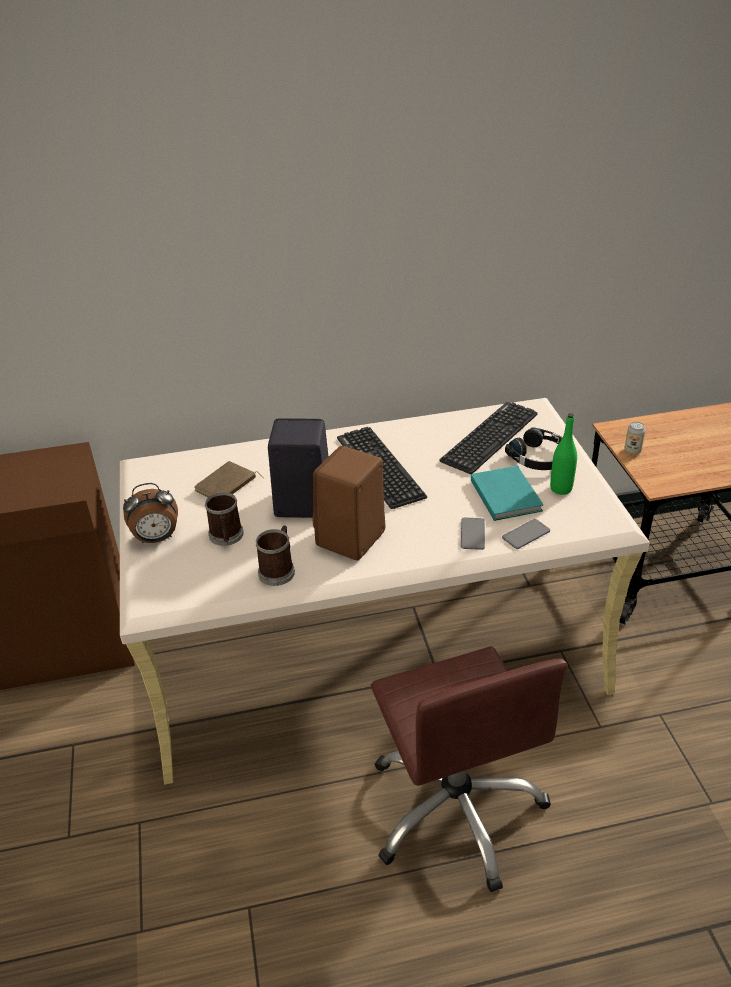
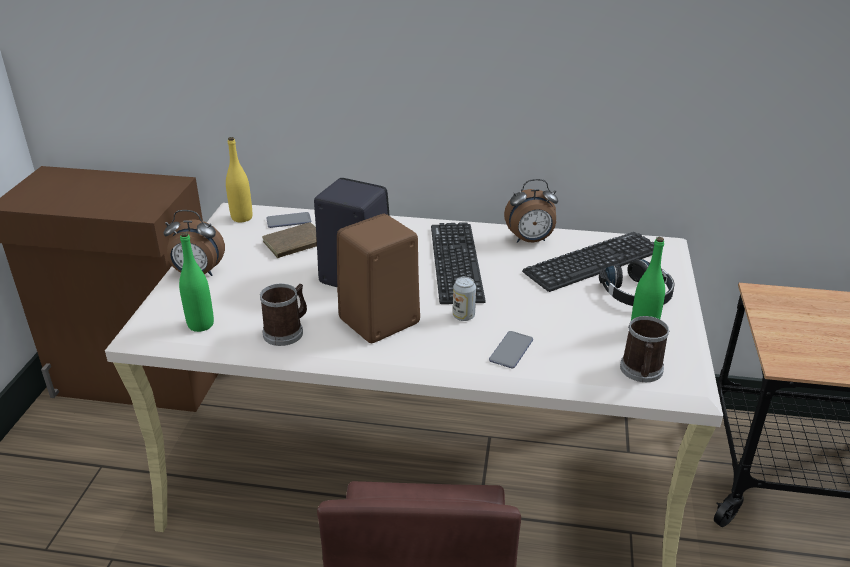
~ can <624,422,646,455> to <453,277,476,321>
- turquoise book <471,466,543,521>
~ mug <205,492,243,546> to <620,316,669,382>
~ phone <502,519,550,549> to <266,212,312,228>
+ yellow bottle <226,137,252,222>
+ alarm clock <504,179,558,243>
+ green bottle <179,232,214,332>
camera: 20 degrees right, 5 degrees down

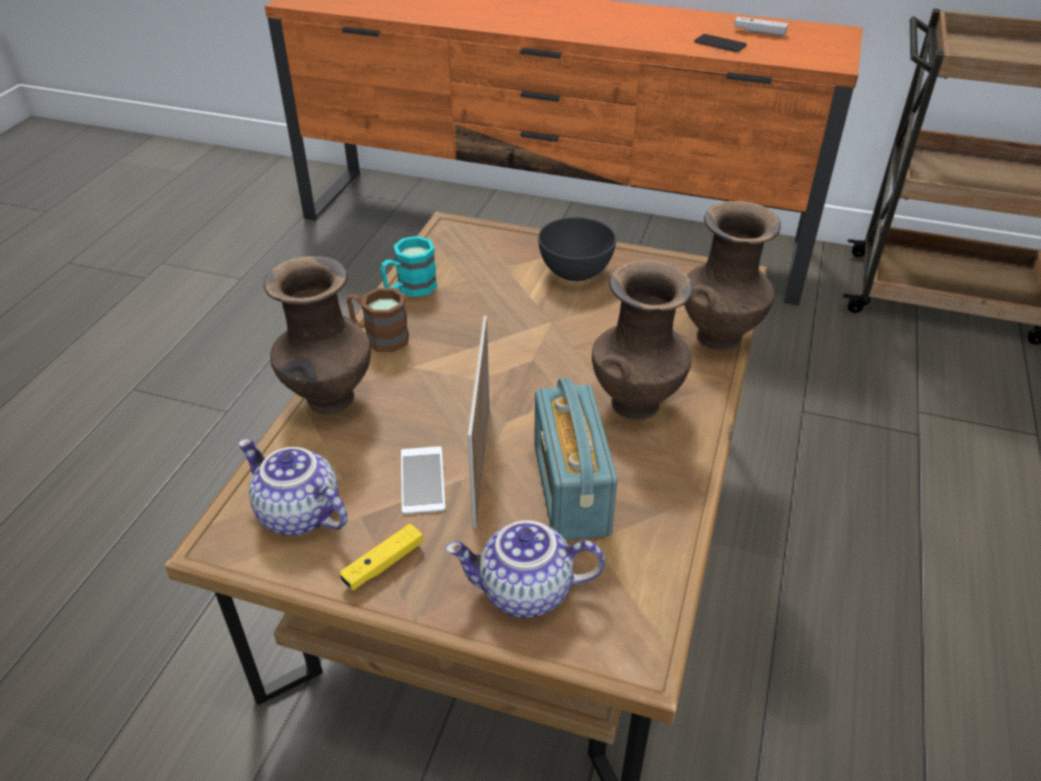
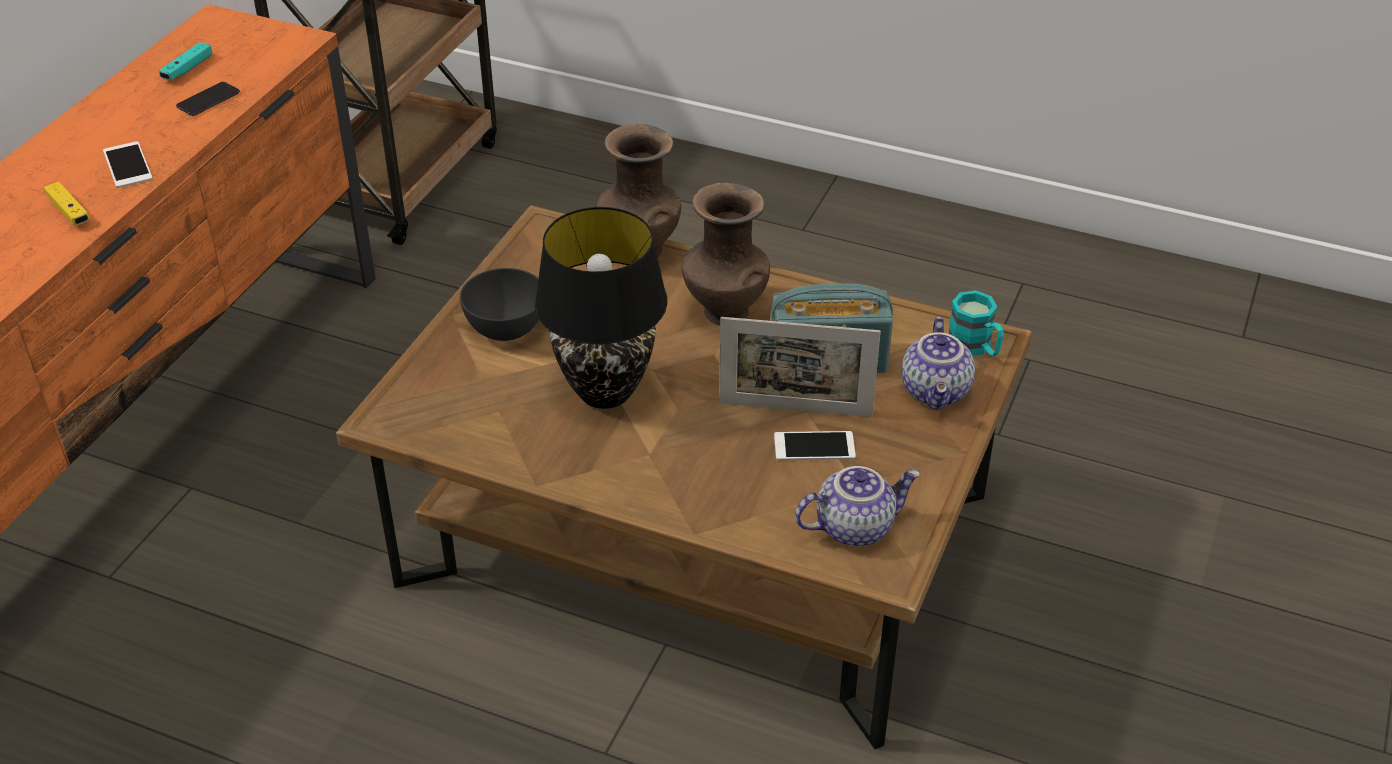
~ white game controller <734,17,788,37> to turquoise game controller <159,42,212,81>
~ turquoise mug <381,236,437,297> to <949,290,1004,356>
- brown vase <264,256,371,415>
- brown mug <347,288,409,352>
~ teapot <238,439,348,536> = <795,466,921,547> 150 degrees counterclockwise
~ yellow game controller <340,524,423,591> to <44,182,90,225>
+ phone <103,141,153,188>
+ black table lamp <535,207,667,409>
camera: 85 degrees left, 0 degrees up

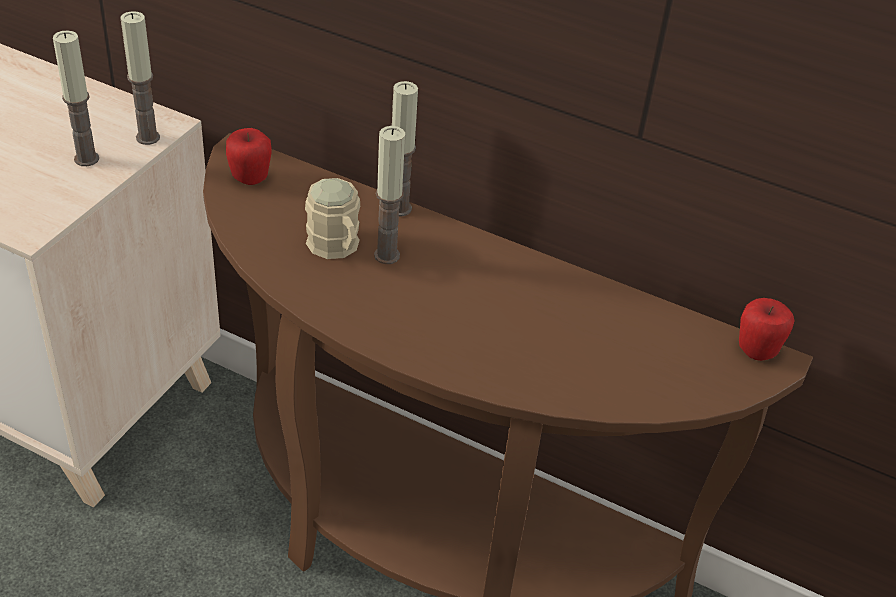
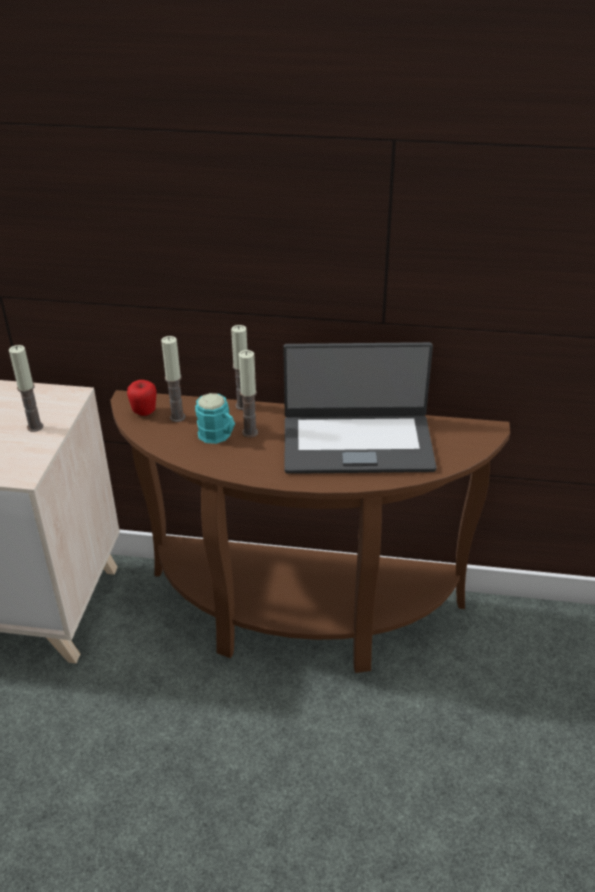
~ candle <120,11,160,145> to <161,336,186,422>
~ beige mug <305,178,360,259> to turquoise mug <195,393,235,444>
- apple <739,298,795,361>
+ laptop <283,342,437,474>
camera: 15 degrees left, 5 degrees down

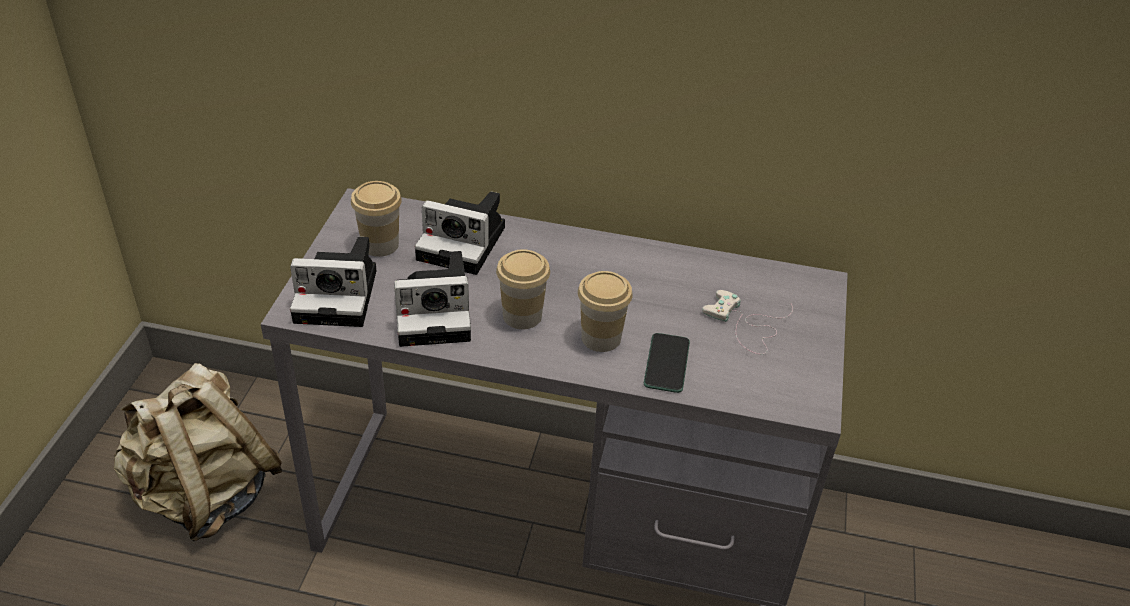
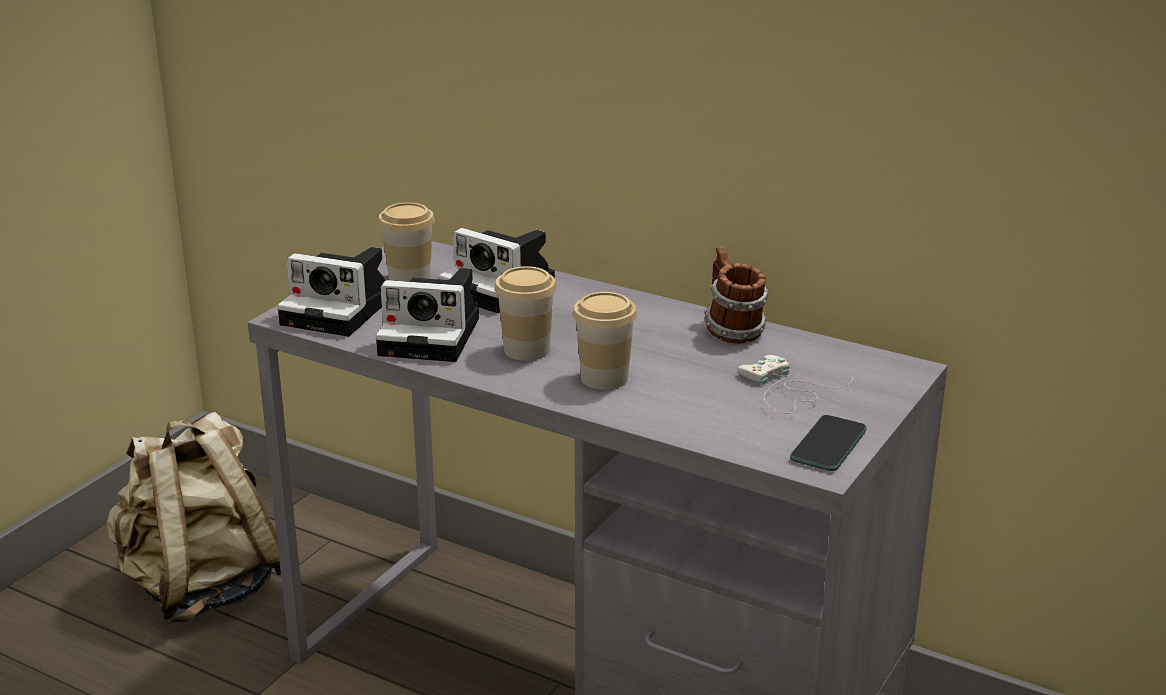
~ phone <644,333,690,393> to <790,415,867,471>
+ mug <704,247,768,344>
camera: 20 degrees right, 15 degrees down

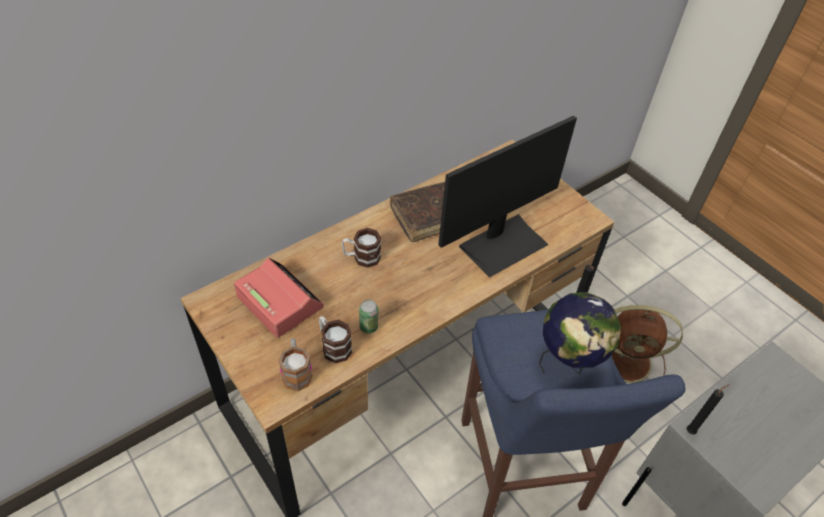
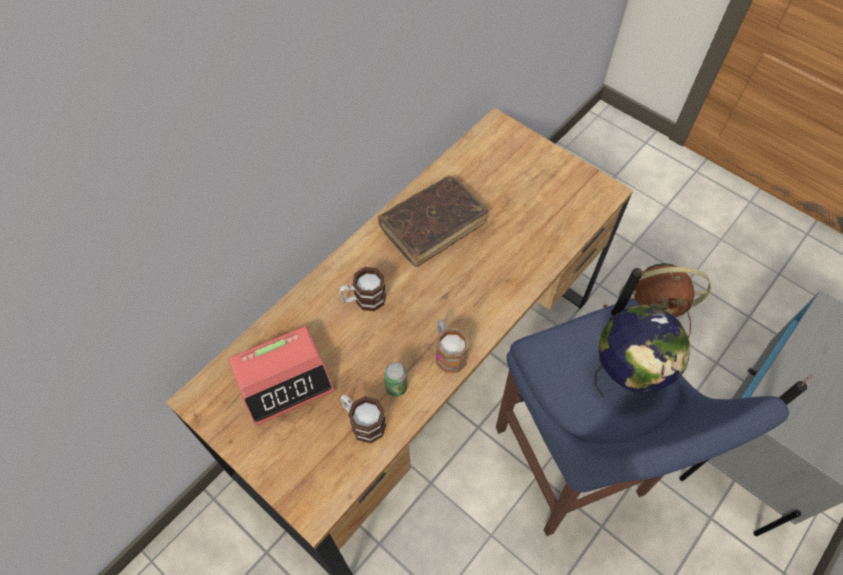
- monitor <438,115,577,278>
~ alarm clock <234,257,324,338> = <229,326,334,426> 120 degrees clockwise
~ mug <278,338,313,391> to <436,319,469,373>
camera: 10 degrees left, 10 degrees up

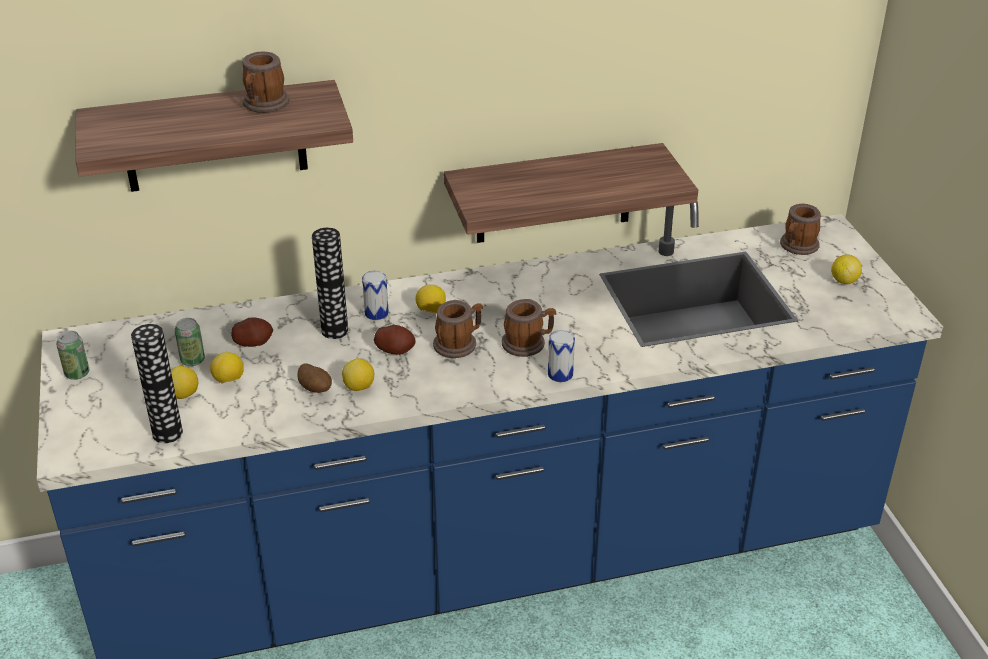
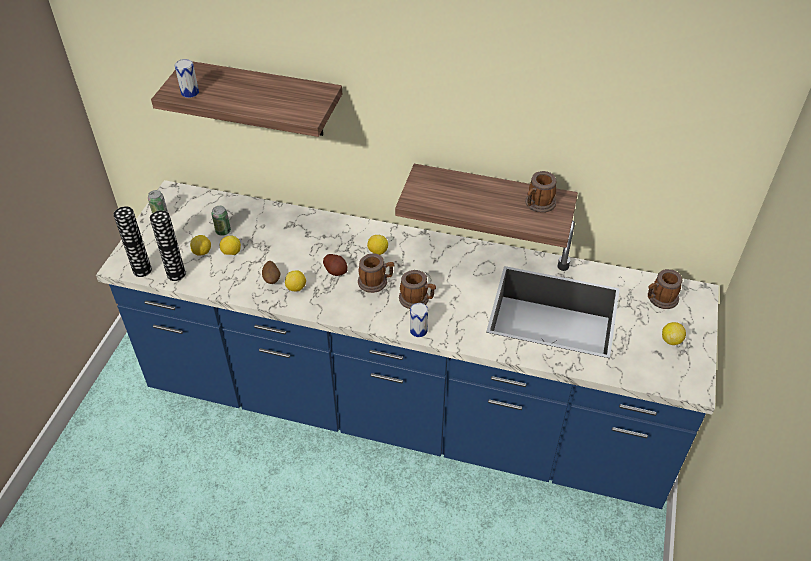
~ mug <242,52,289,113> to <525,171,557,213>
~ vase <312,228,348,339> to <113,207,152,277>
~ can <362,271,389,320> to <175,59,199,98>
- potato <231,317,273,347>
camera: 30 degrees right, 10 degrees up

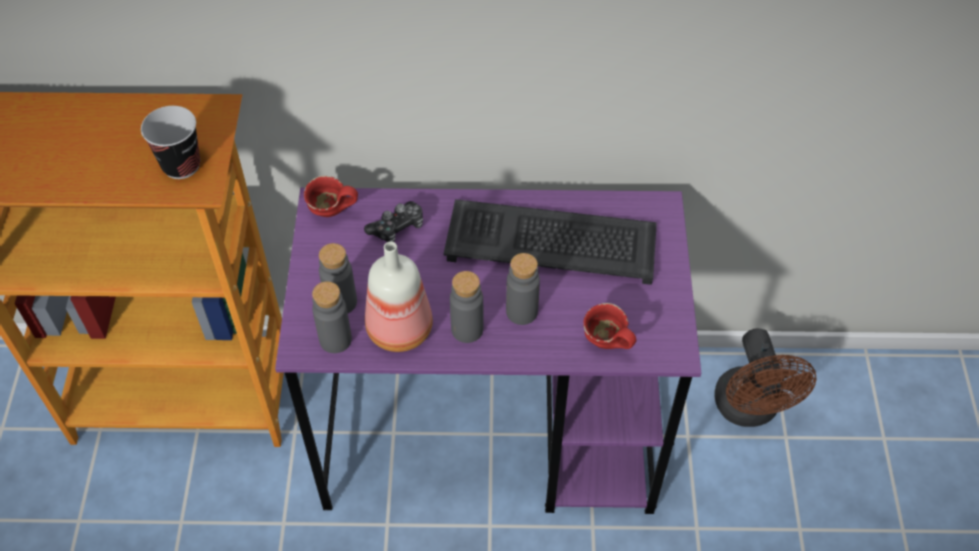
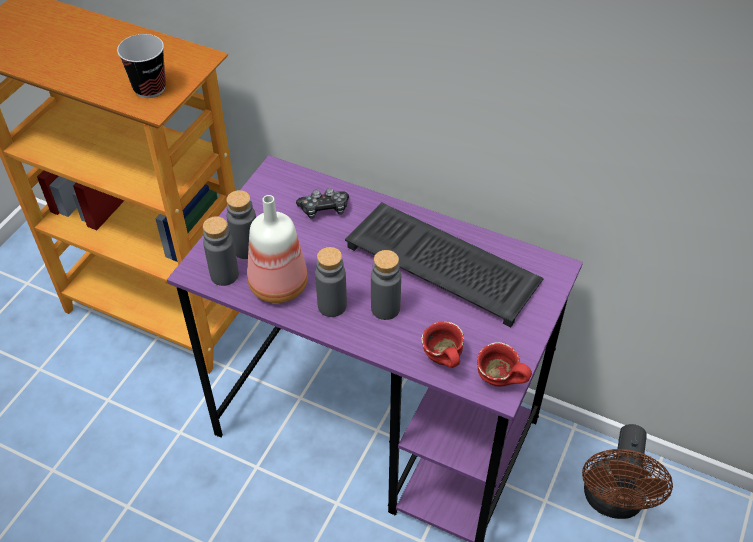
~ red mug <304,176,358,217> to <477,342,532,386>
camera: 25 degrees right, 5 degrees down

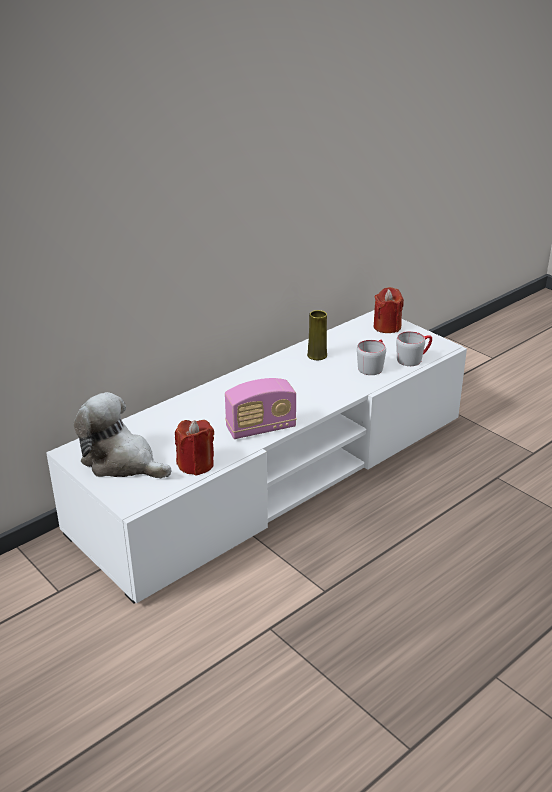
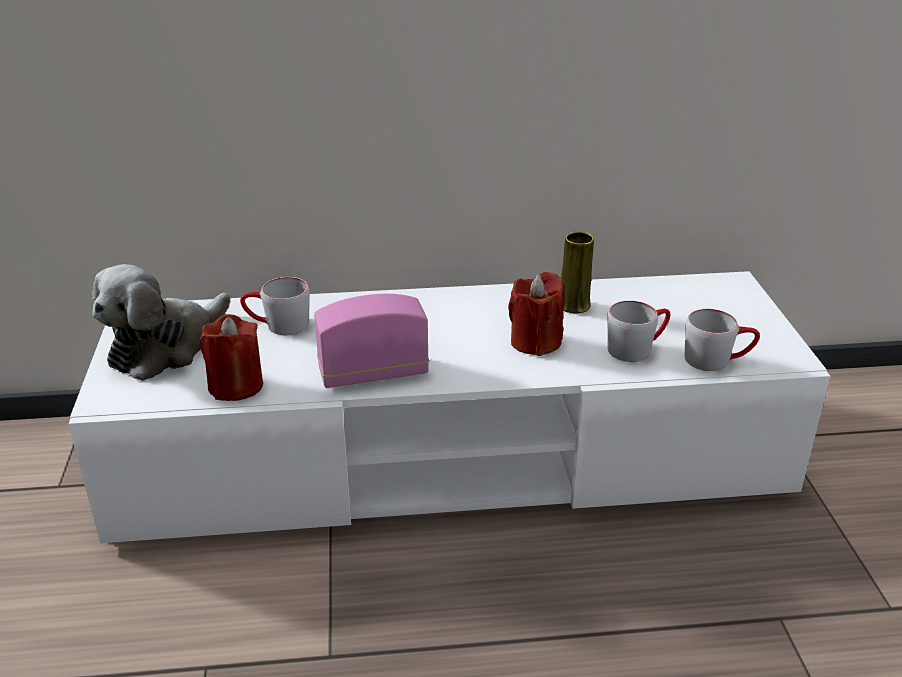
~ red candle <373,287,404,333> to <508,272,565,356>
~ radio <225,378,297,439> = <314,294,429,388> 150 degrees clockwise
~ plush toy <73,392,171,478> = <92,264,231,381> 120 degrees counterclockwise
+ grey mug <240,277,310,335>
camera: 35 degrees right, 0 degrees up

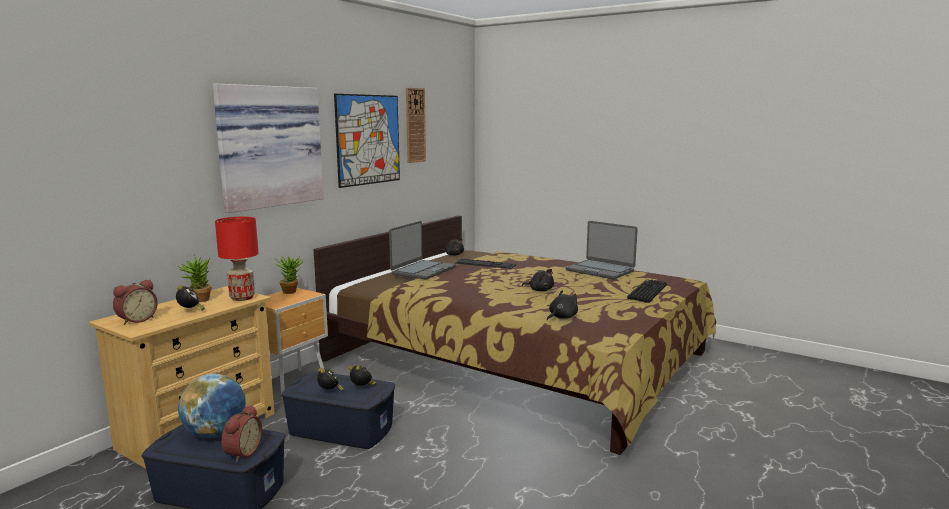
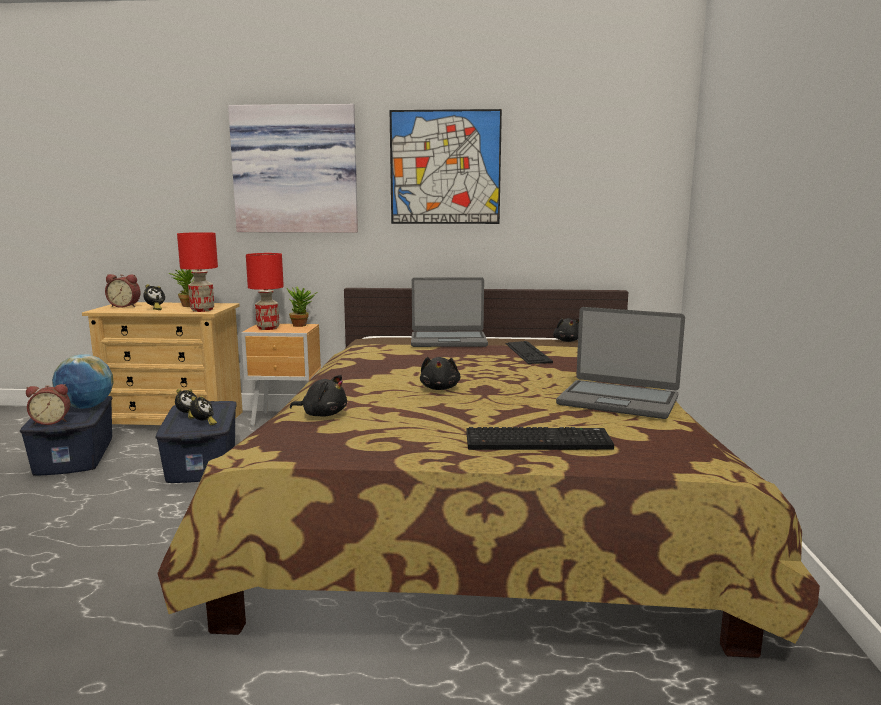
- wall clock <406,88,426,163>
~ laptop <565,221,638,279> = <556,307,685,419> 75 degrees counterclockwise
+ red table lamp <246,253,284,330>
camera: 60 degrees right, 0 degrees up

